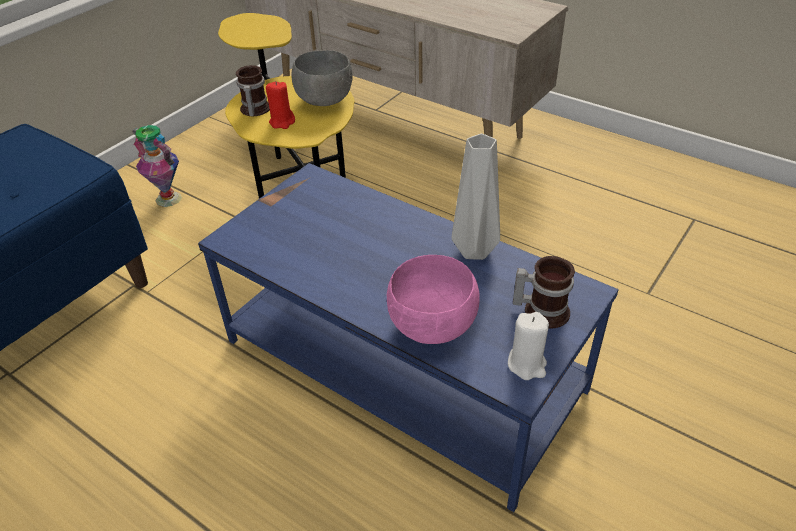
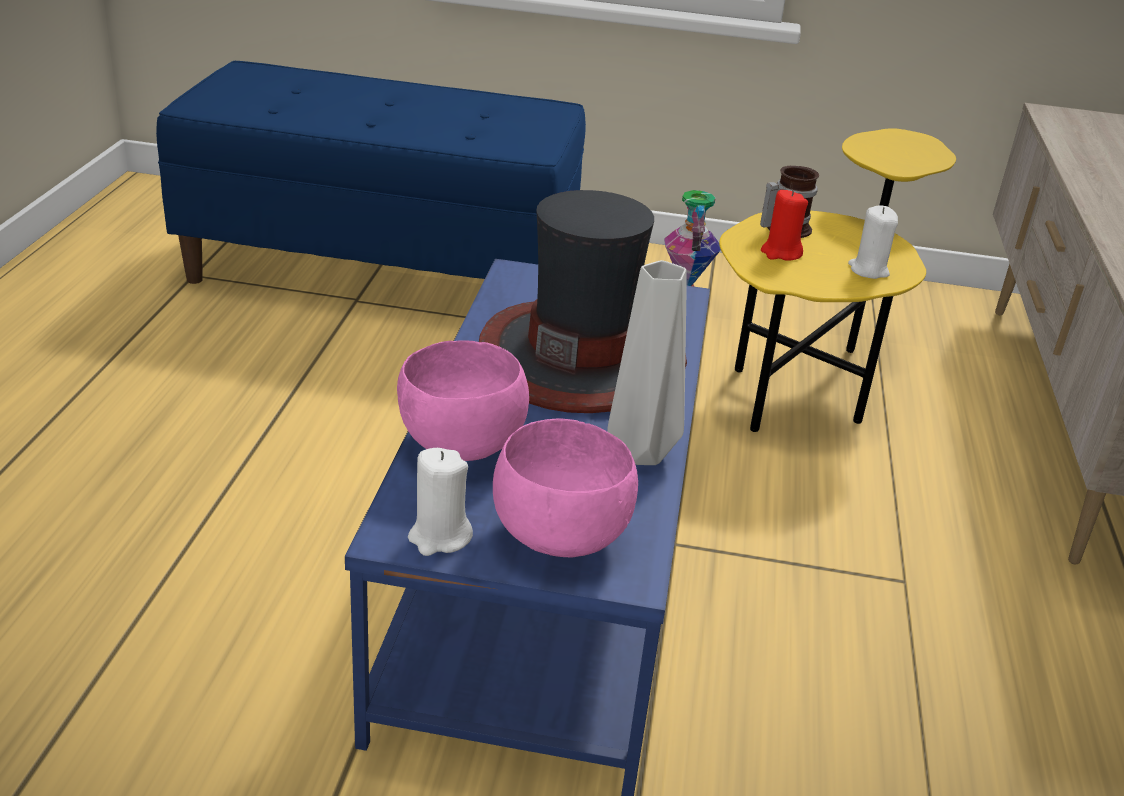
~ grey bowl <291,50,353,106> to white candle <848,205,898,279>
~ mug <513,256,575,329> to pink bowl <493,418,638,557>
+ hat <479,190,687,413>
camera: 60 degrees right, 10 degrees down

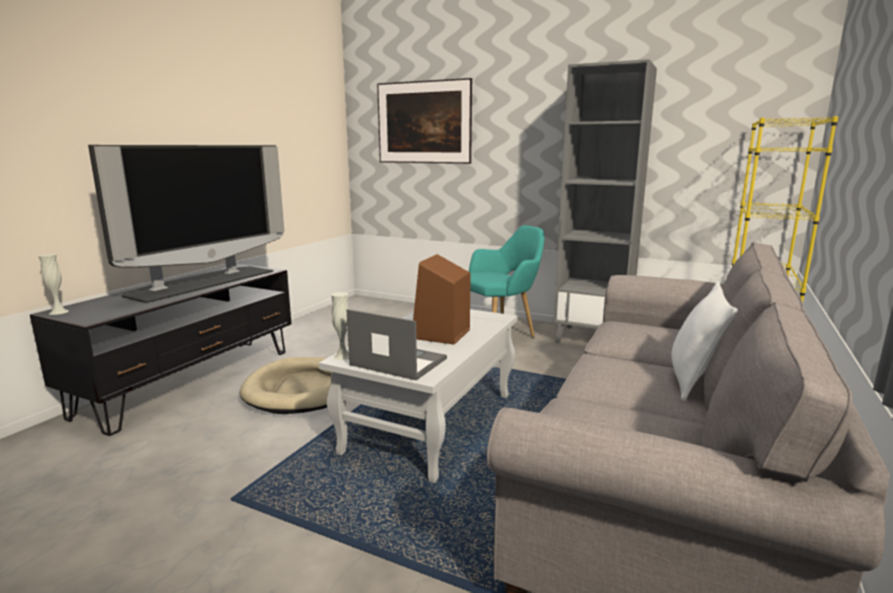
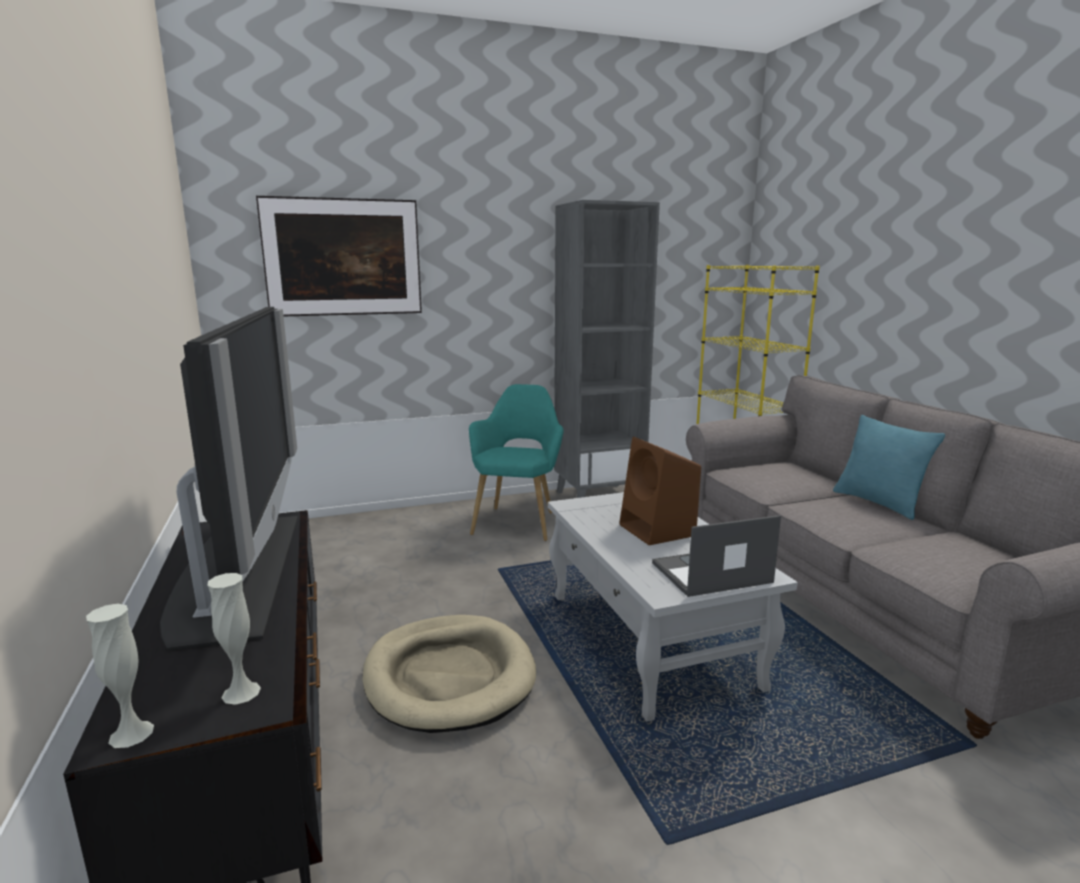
~ white pillow <671,282,738,401> to turquoise pillow <833,415,945,520>
~ white vase <331,292,349,360> to <207,573,261,705>
camera: 45 degrees left, 0 degrees up

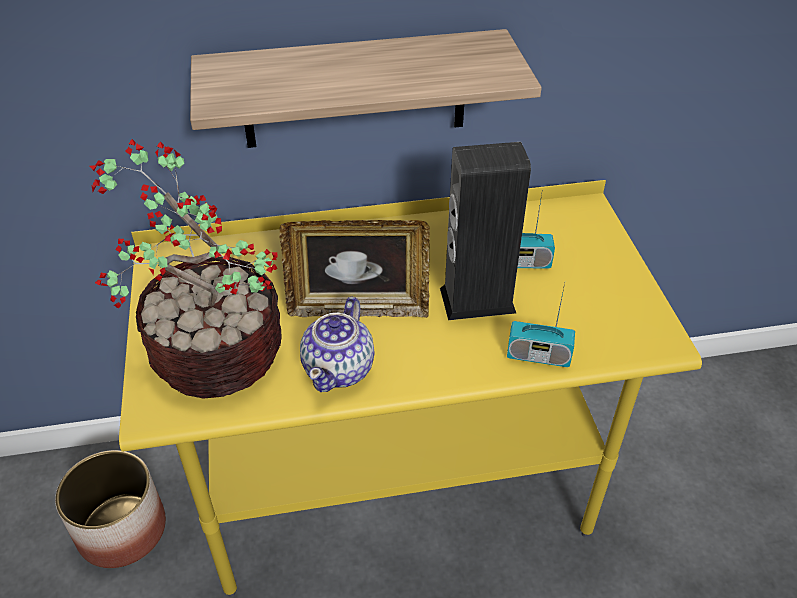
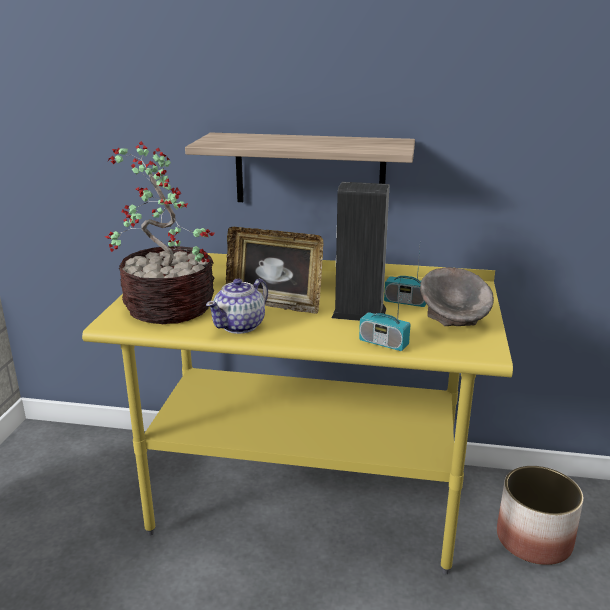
~ planter <55,450,166,568> to <497,466,583,565>
+ grey bowl <420,267,494,326>
camera: 20 degrees right, 20 degrees down

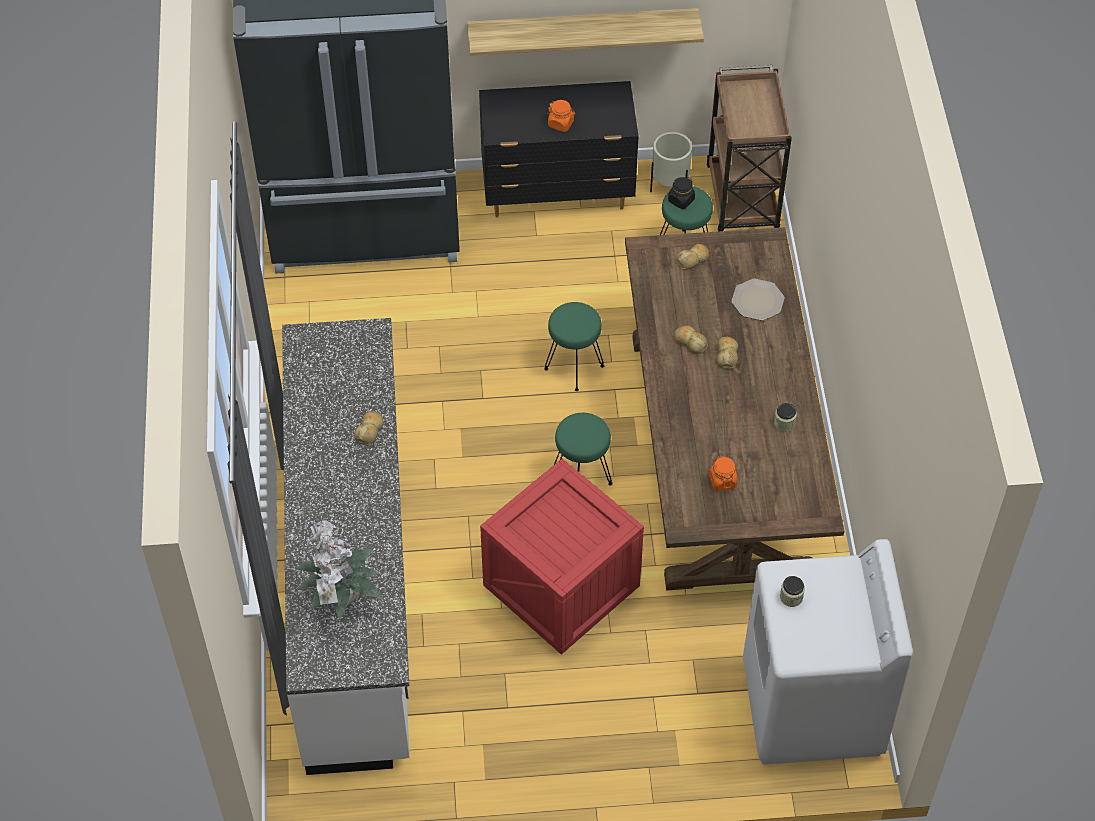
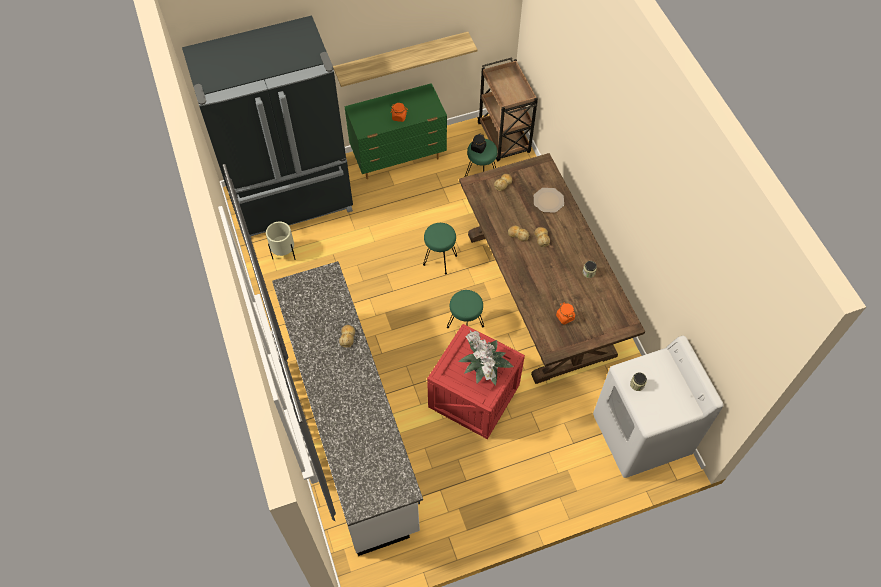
~ black dresser <479,81,639,217> to green dresser <344,83,447,179>
~ beige planter <650,132,692,192> to <266,222,295,259>
~ potted plant <295,520,382,620> to <458,330,514,386>
camera: 15 degrees left, 5 degrees up

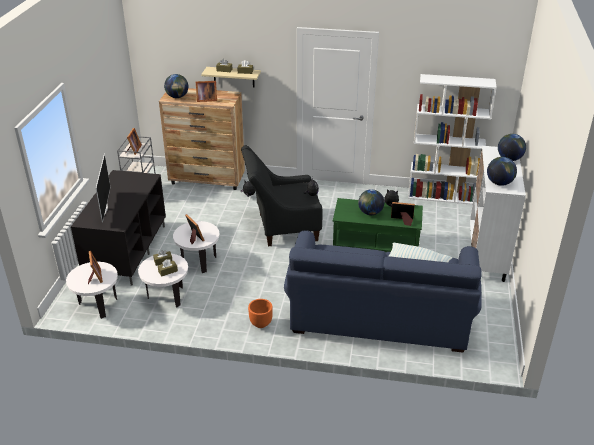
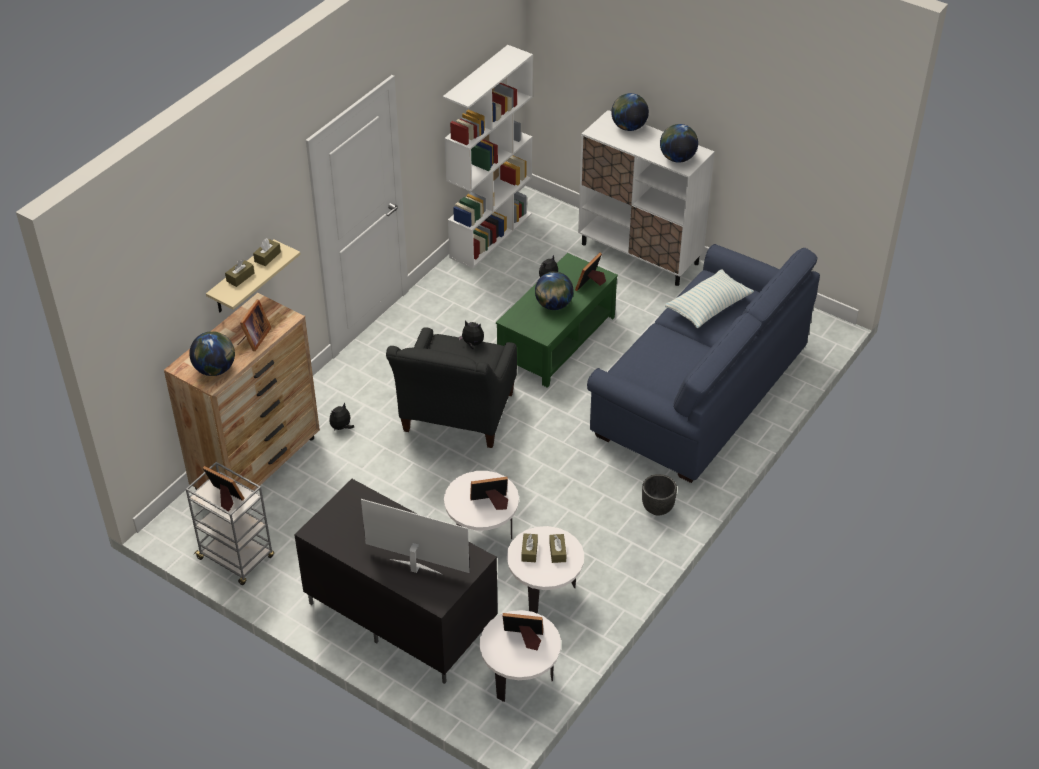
~ orange planter <248,299,273,328> to black planter <642,474,677,516>
camera: 65 degrees left, 10 degrees up

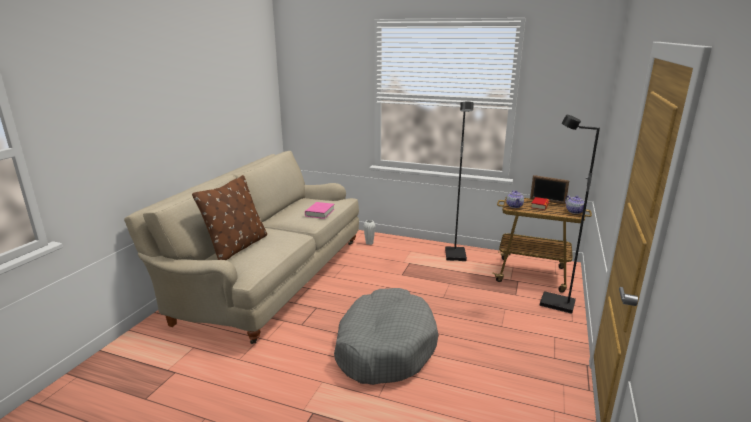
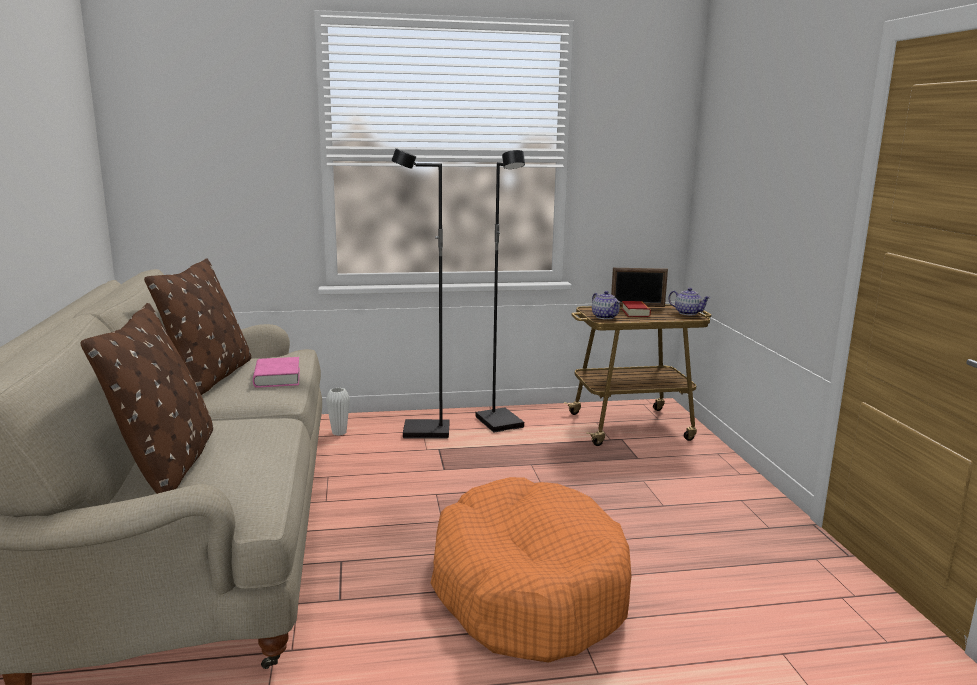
~ black floor lamp <540,115,600,314> to <391,148,449,439>
~ grey dog bed <334,288,438,385> to orange dog bed <431,477,632,663>
+ brown pillow <144,258,251,395>
camera: 30 degrees left, 5 degrees down

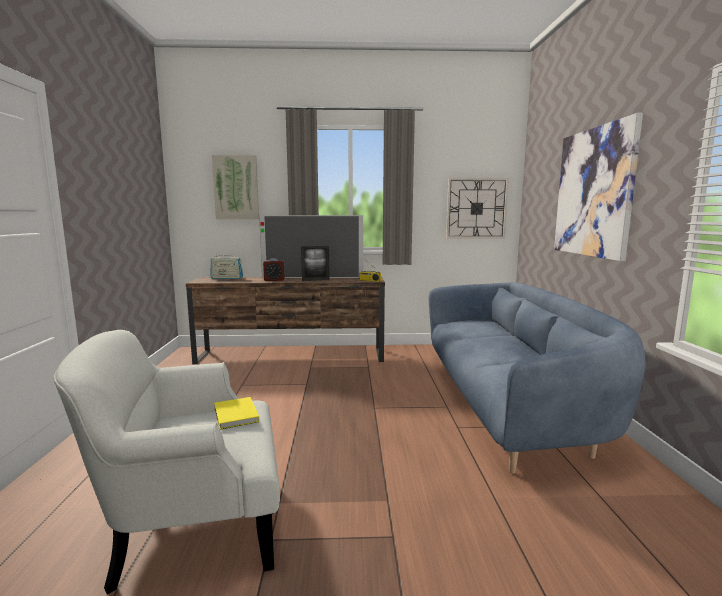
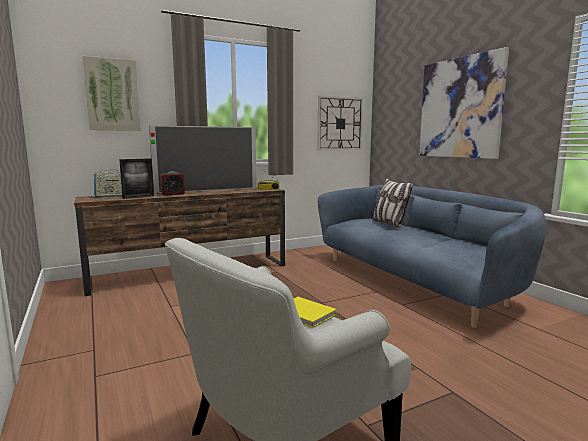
~ picture frame <301,246,330,281> to <119,158,154,199>
+ pillow <372,178,414,228>
camera: 25 degrees left, 0 degrees up

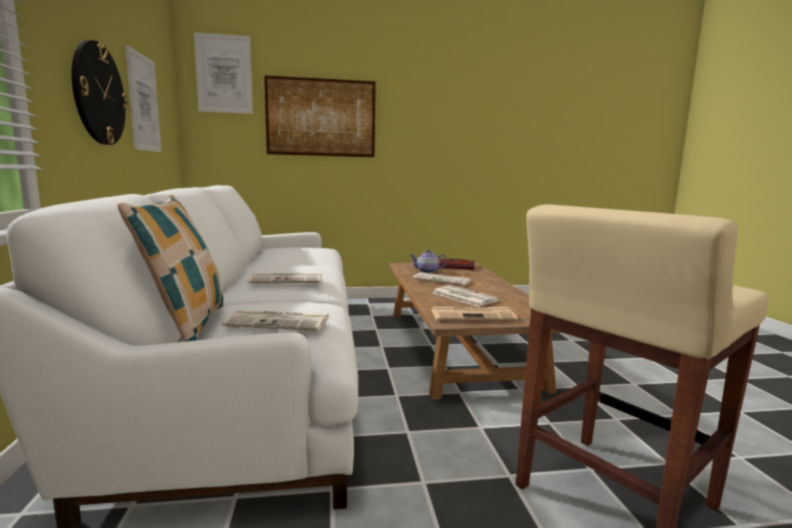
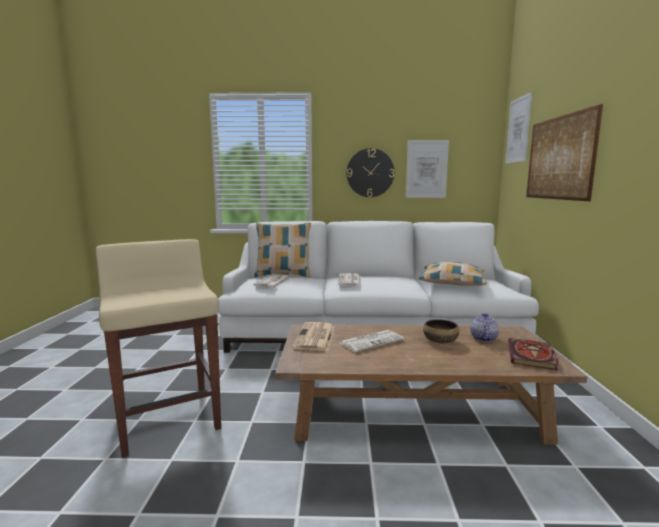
~ newspaper <413,272,471,285> to bowl <423,319,459,344>
+ pillow <419,262,487,286>
camera: 100 degrees right, 0 degrees up

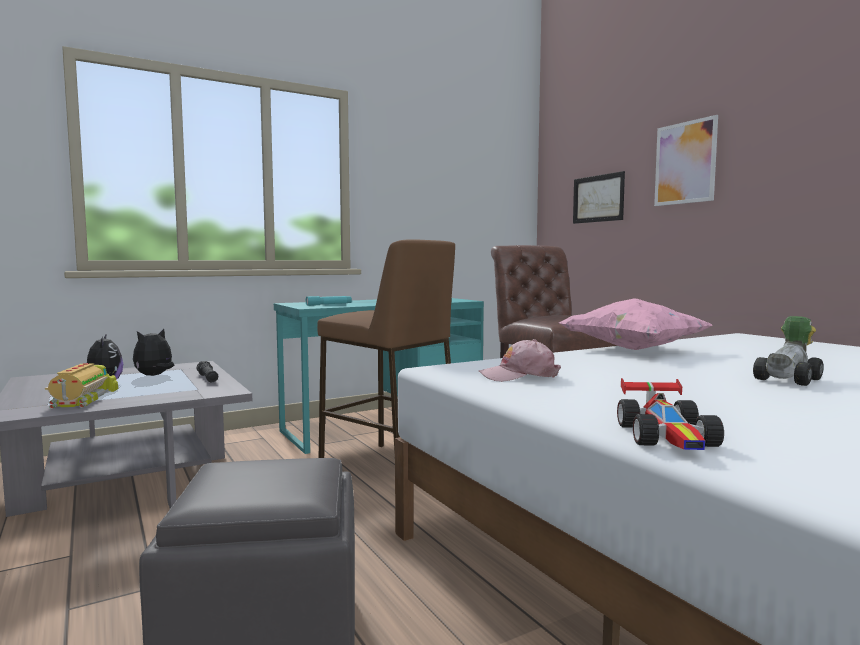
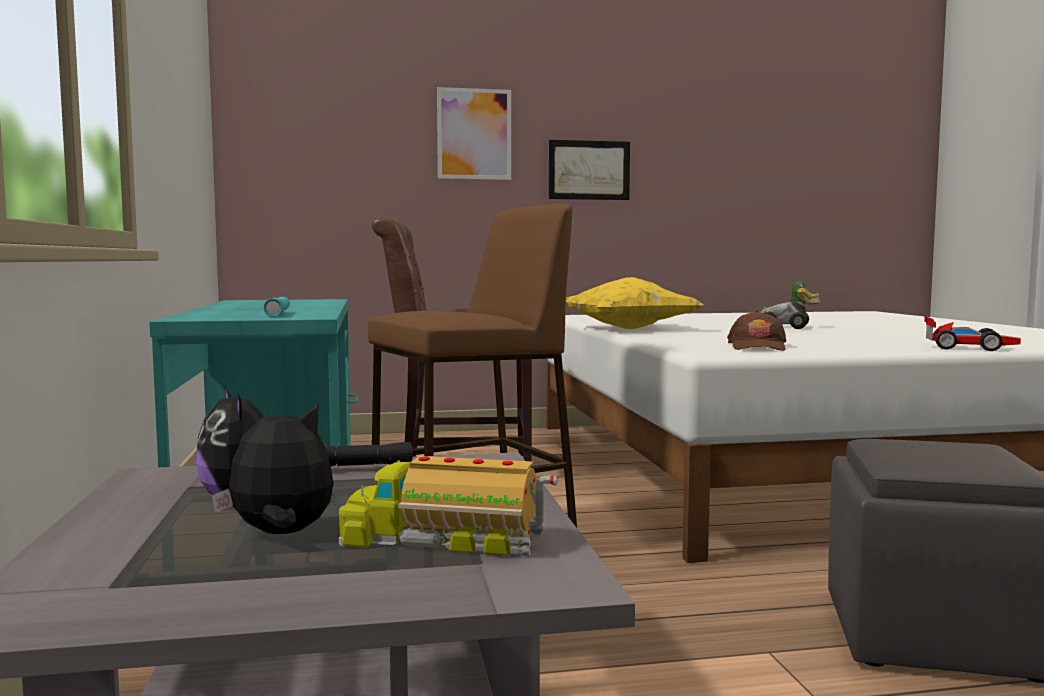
~ picture <573,171,625,224> to <549,140,630,200>
~ pink pillow <559,299,712,350> to yellow pillow <566,277,704,329>
~ toy car <753,316,824,386> = <759,281,821,329> 135 degrees clockwise
~ pink cap <479,339,561,382> to brown cap <727,311,786,351>
camera: 70 degrees left, 0 degrees up

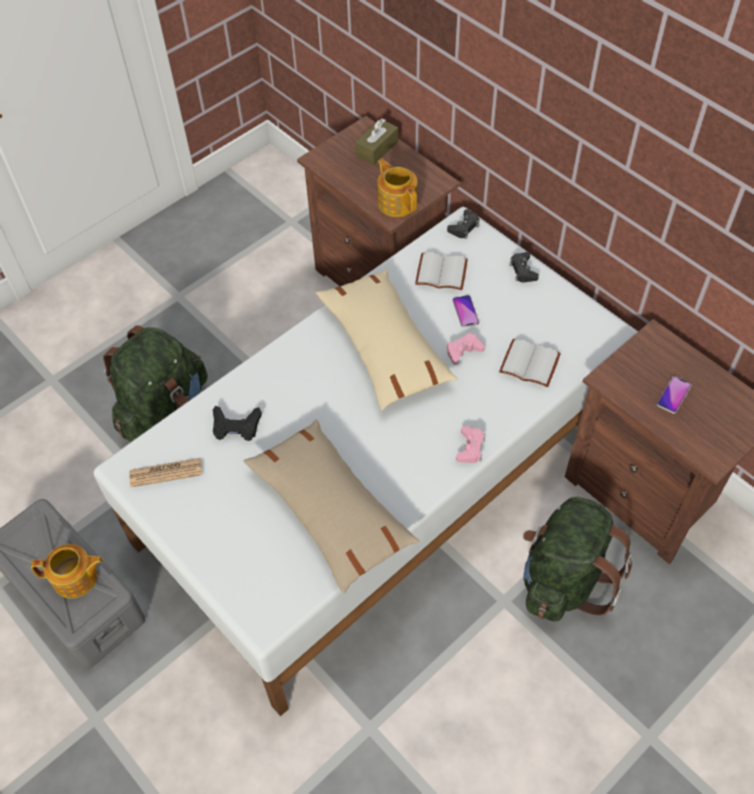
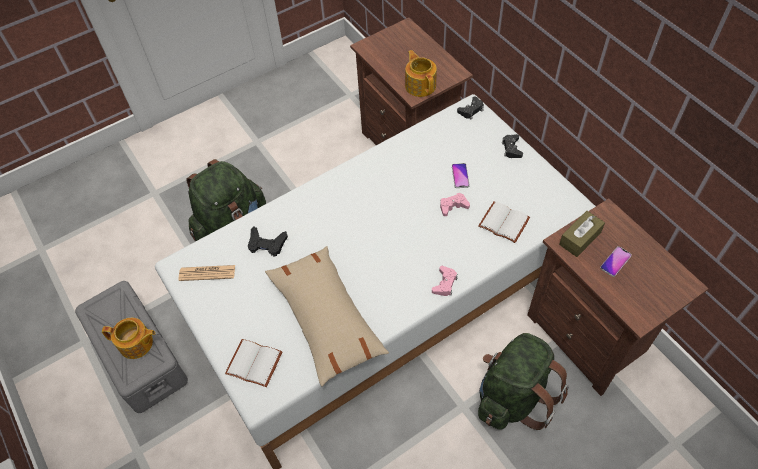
~ brown tissue box <355,119,398,165> to <559,211,605,257>
~ white book <415,252,468,290> to <225,339,282,387>
- beige pillow <316,269,457,410>
camera: 10 degrees right, 0 degrees up

